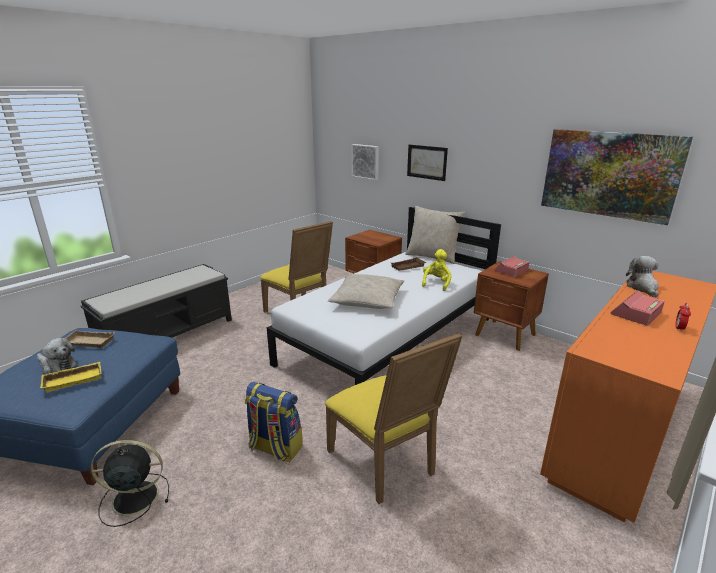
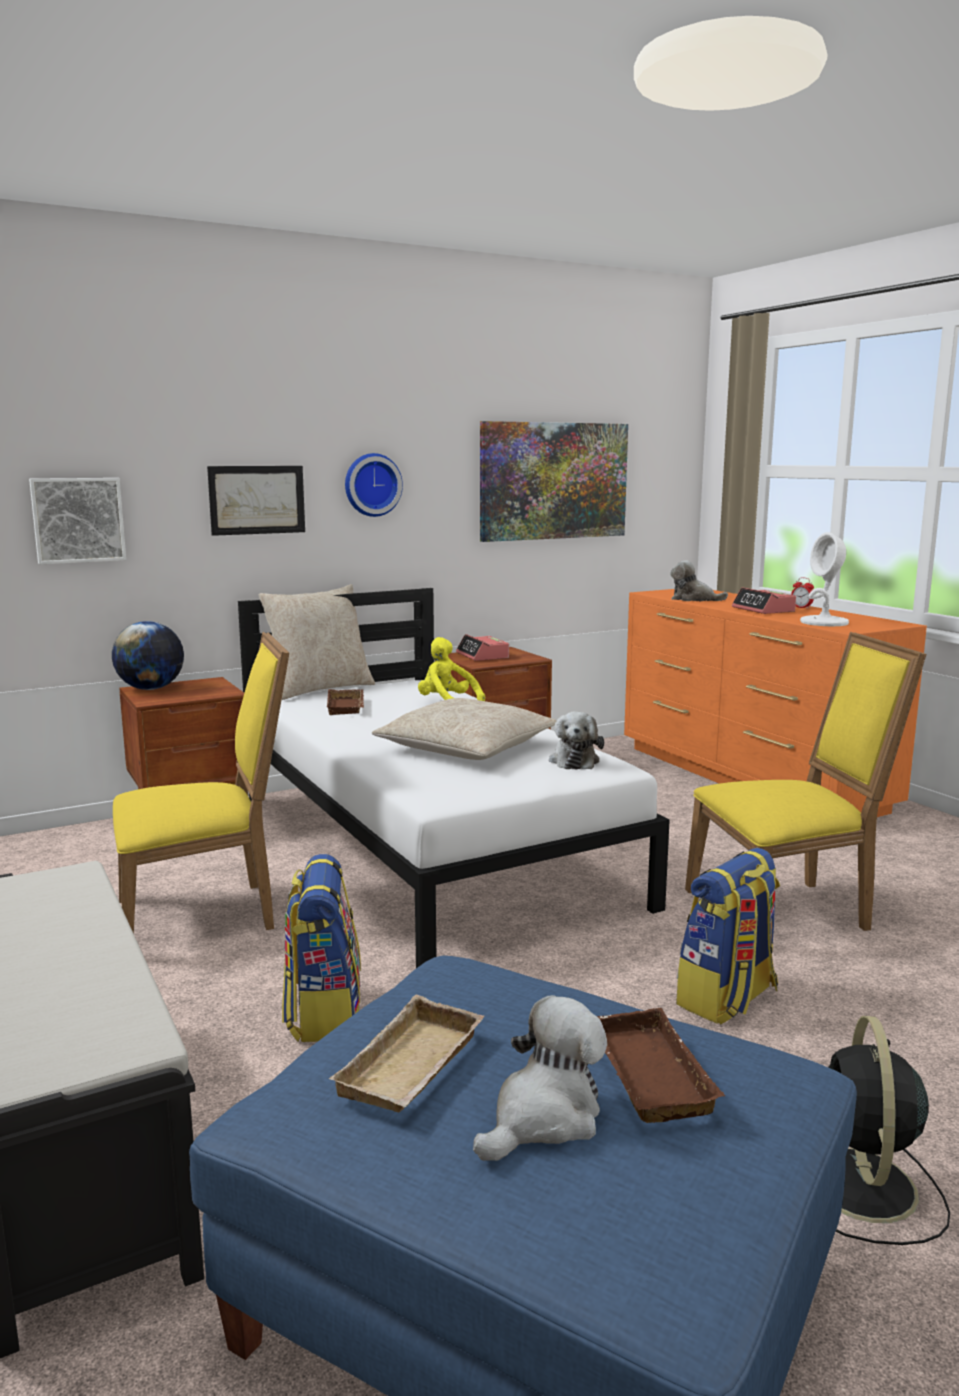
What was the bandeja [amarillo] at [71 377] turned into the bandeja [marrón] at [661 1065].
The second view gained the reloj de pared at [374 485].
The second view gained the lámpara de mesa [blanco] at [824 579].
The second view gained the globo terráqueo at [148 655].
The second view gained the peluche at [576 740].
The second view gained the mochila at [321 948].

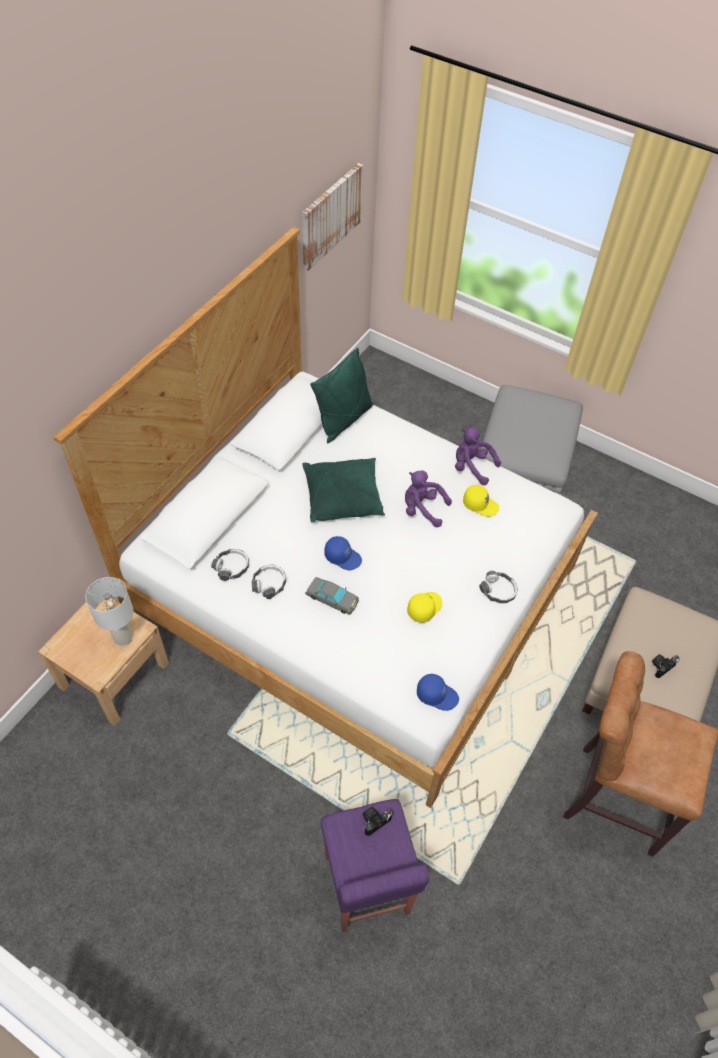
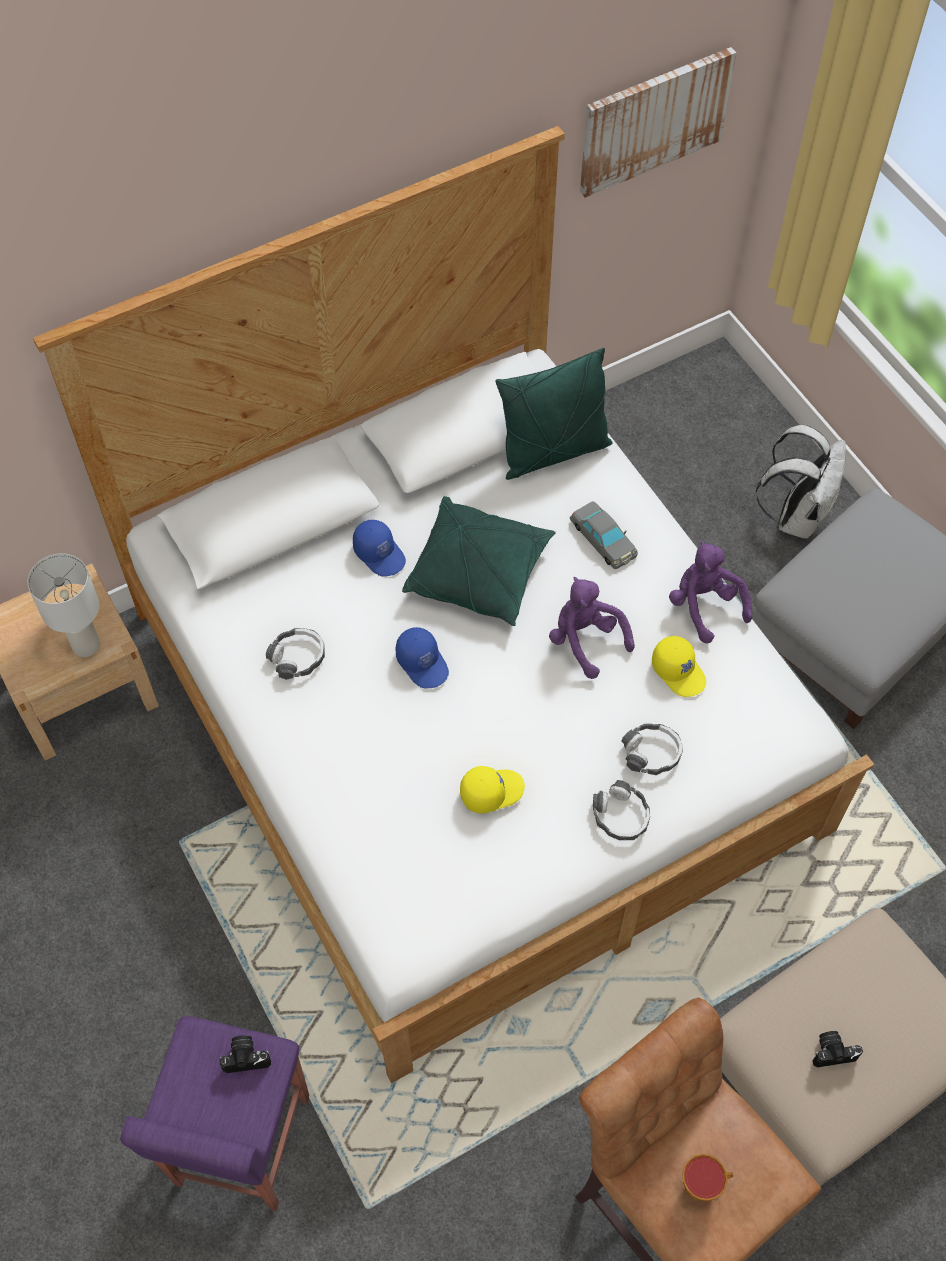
The auriculares ended up elsewhere, having gone from [230 565] to [652 749].
The coche de juguete [gris] ended up elsewhere, having gone from [332 596] to [604 535].
The gorra [azul] ended up elsewhere, having gone from [438 692] to [379 548].
The second view gained the mochila [blanco] at [801 482].
The second view gained the taza at [708 1177].

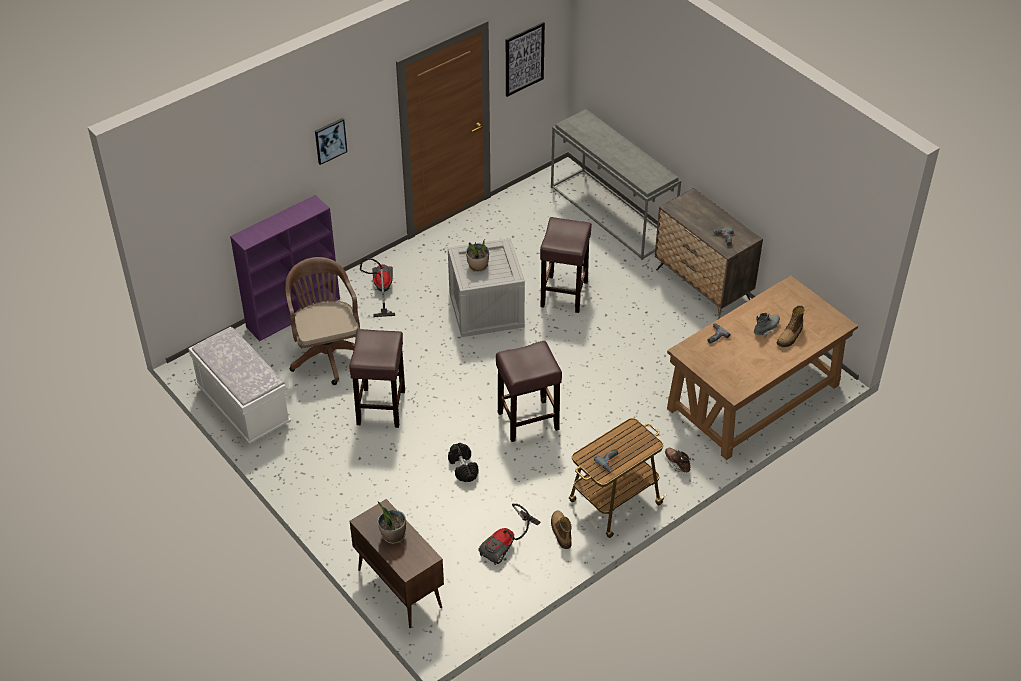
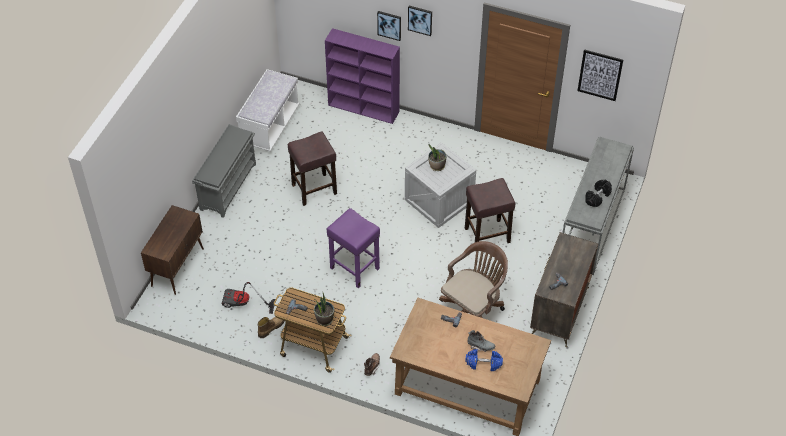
The silla de oficina [marrón] ended up elsewhere, having gone from [322 321] to [473 279].
The second view lost the aspiradora at [377 287].
Where the bota stood at [790 326], the mancuerna [azul] came to stand at [484 360].
What was the taburete [marrón] at [529 391] turned into the taburete [morado] at [353 248].
The mancuerna [negro] ended up elsewhere, having gone from [463 462] to [598 193].
The planta en maceta ended up elsewhere, having gone from [392 522] to [324 308].
The second view gained the cuadro at [389 26].
The second view gained the zapatero [gris] at [224 171].

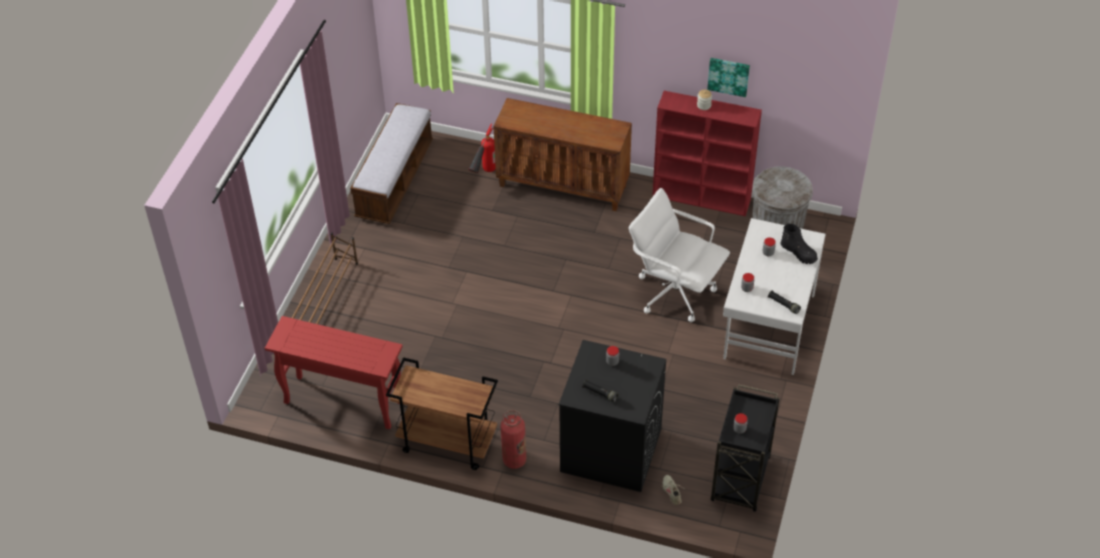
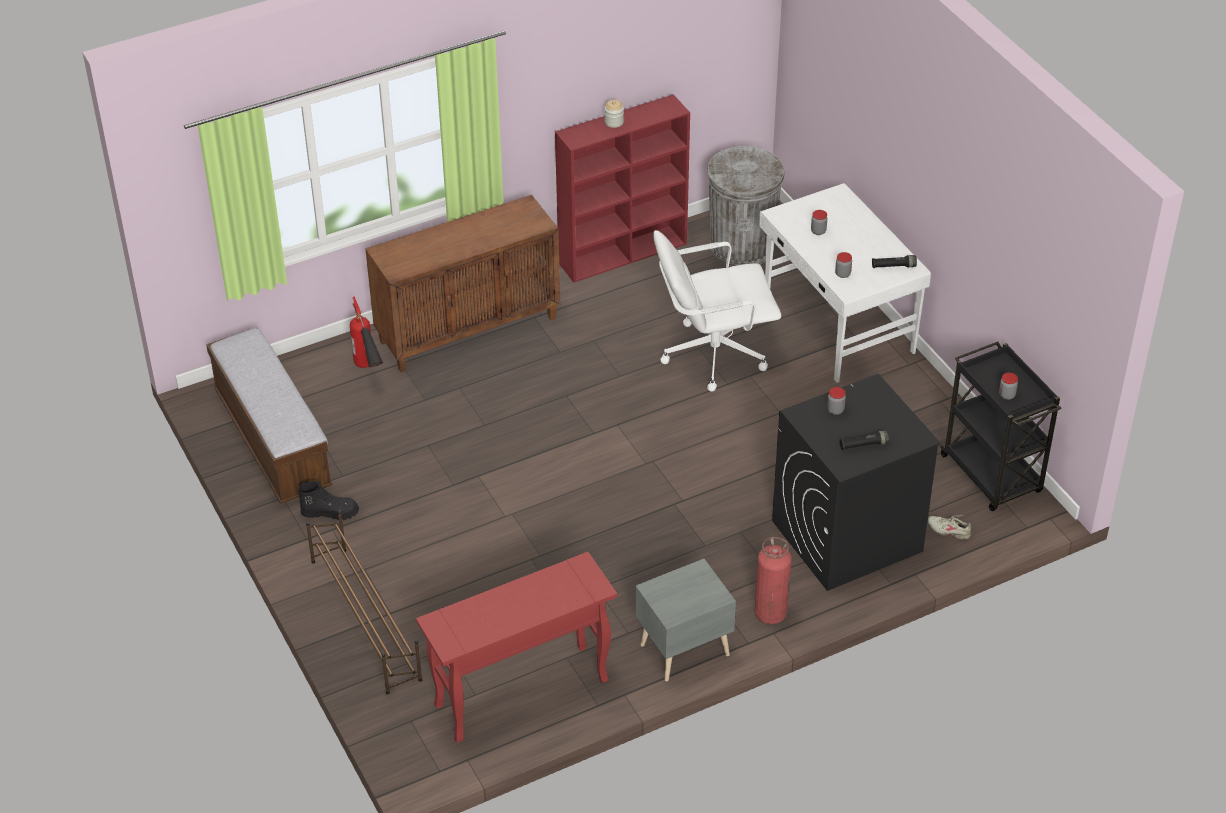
The second view lost the cuadro at [728 77].
The bota [negro] ended up elsewhere, having gone from [799 244] to [328 501].
Where the carrito [marrón] stood at [442 413], the mesita de noche [gris] came to stand at [685 620].

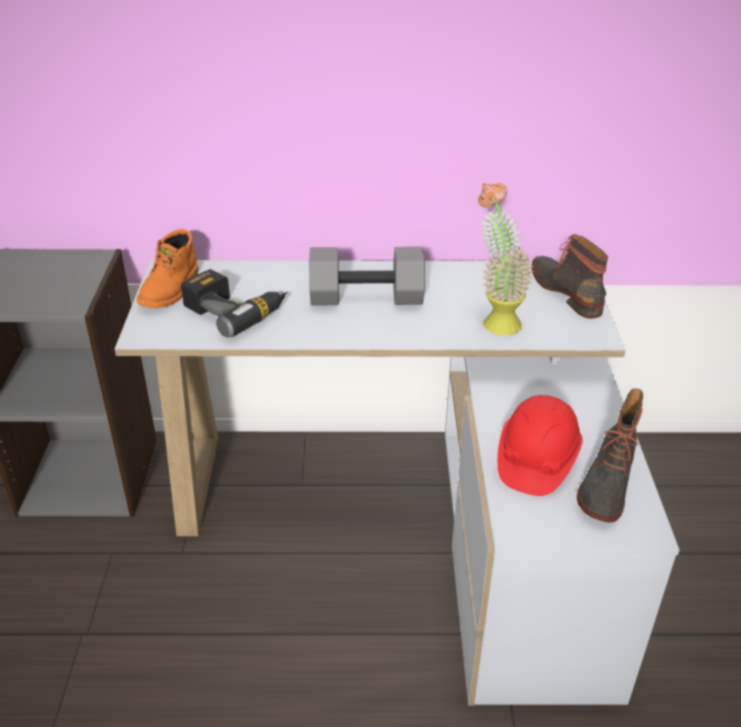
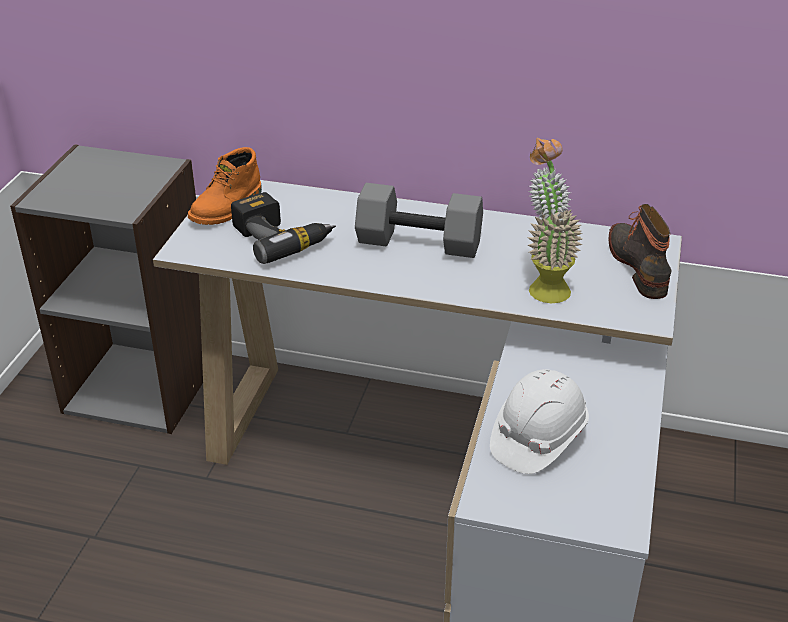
The second view lost the bota at [610 456].
What was the casco [rojo] at [540 445] turned into the casco [blanco] at [539 421].

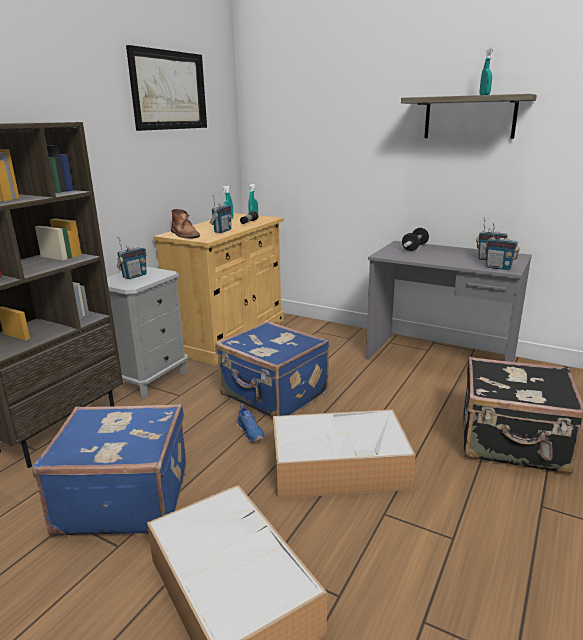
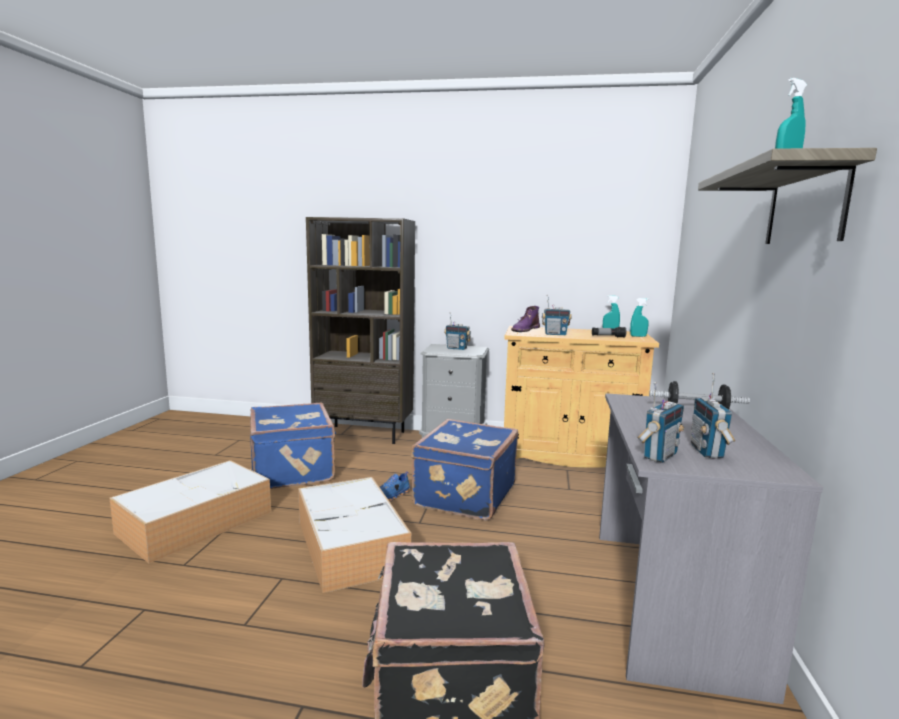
The second view lost the cuadro at [166 88].
What was the bota [marrón] at [185 224] turned into the bota [morado] at [525 319].
The radio at [502 246] ended up facing another way, 150 degrees counterclockwise from before.

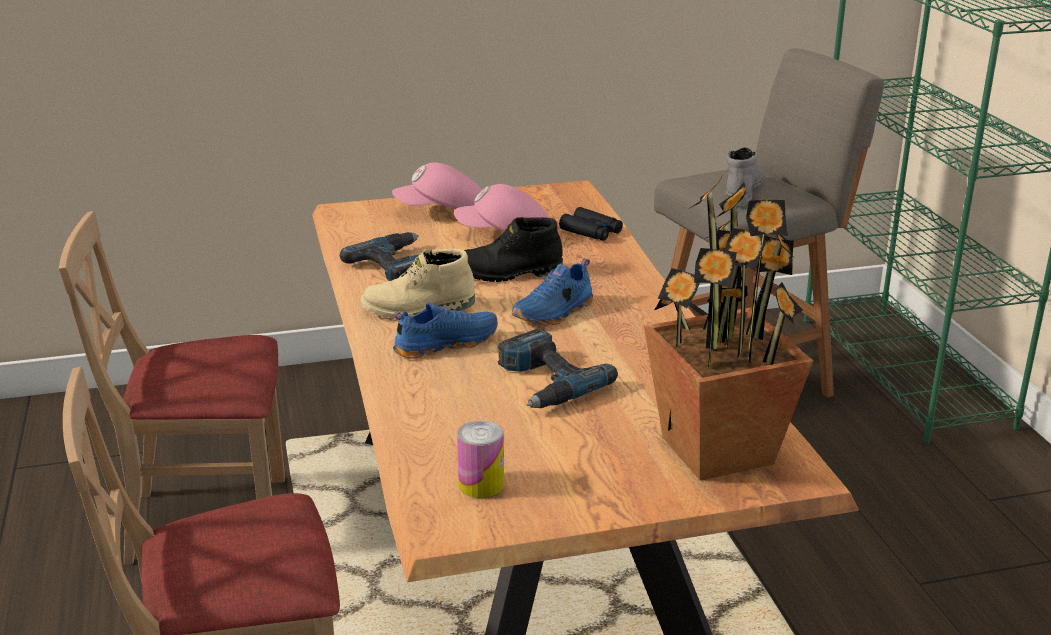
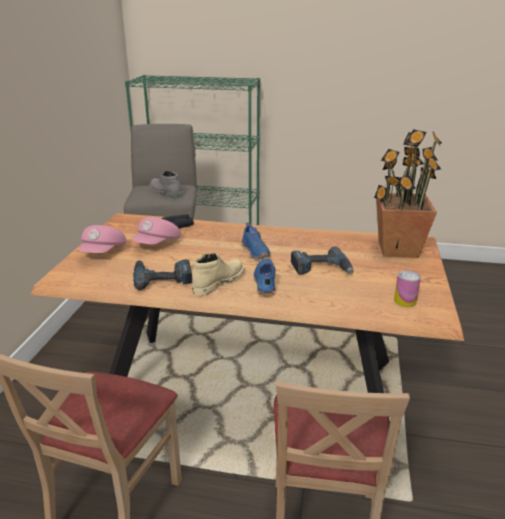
The second view lost the bota [negro] at [513 249].
The bota [beis] at [417 284] ended up facing another way, 150 degrees counterclockwise from before.

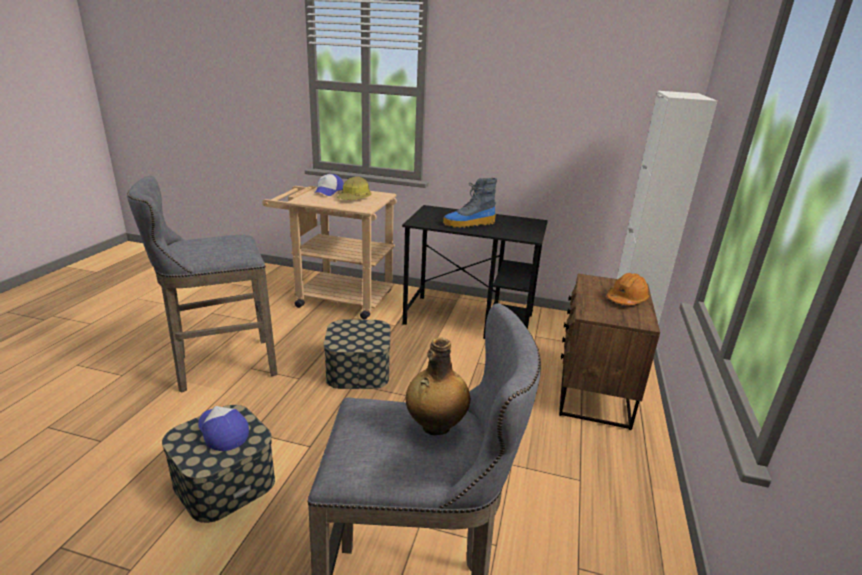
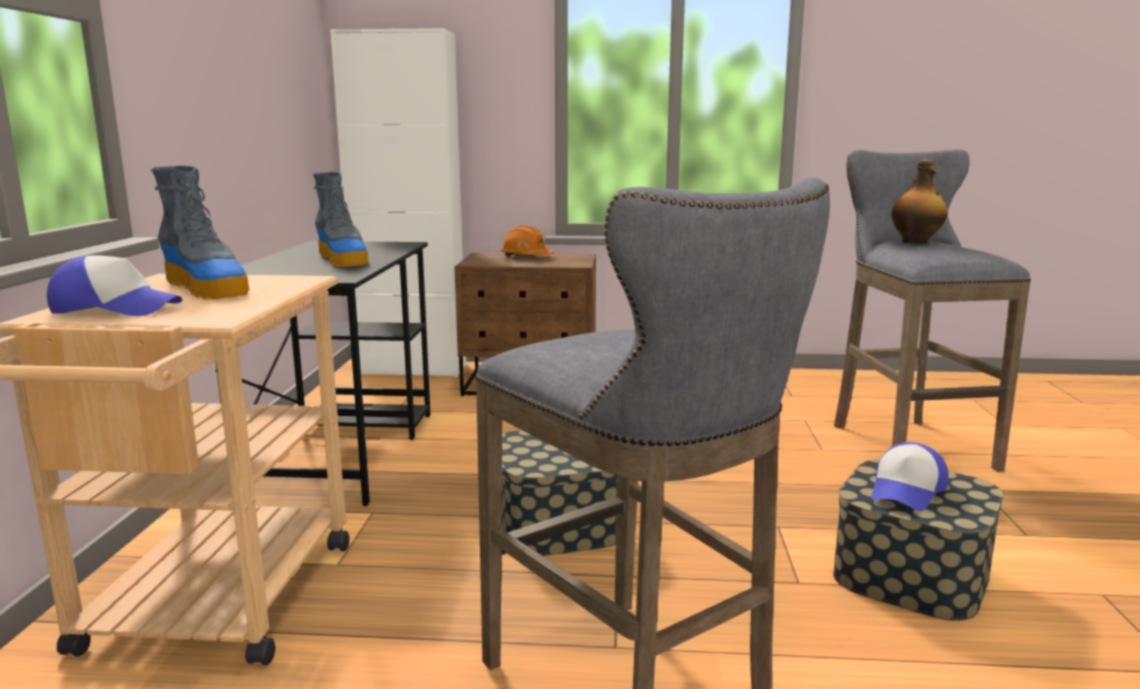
Where the casco stood at [354 188], the bota came to stand at [200 233].

